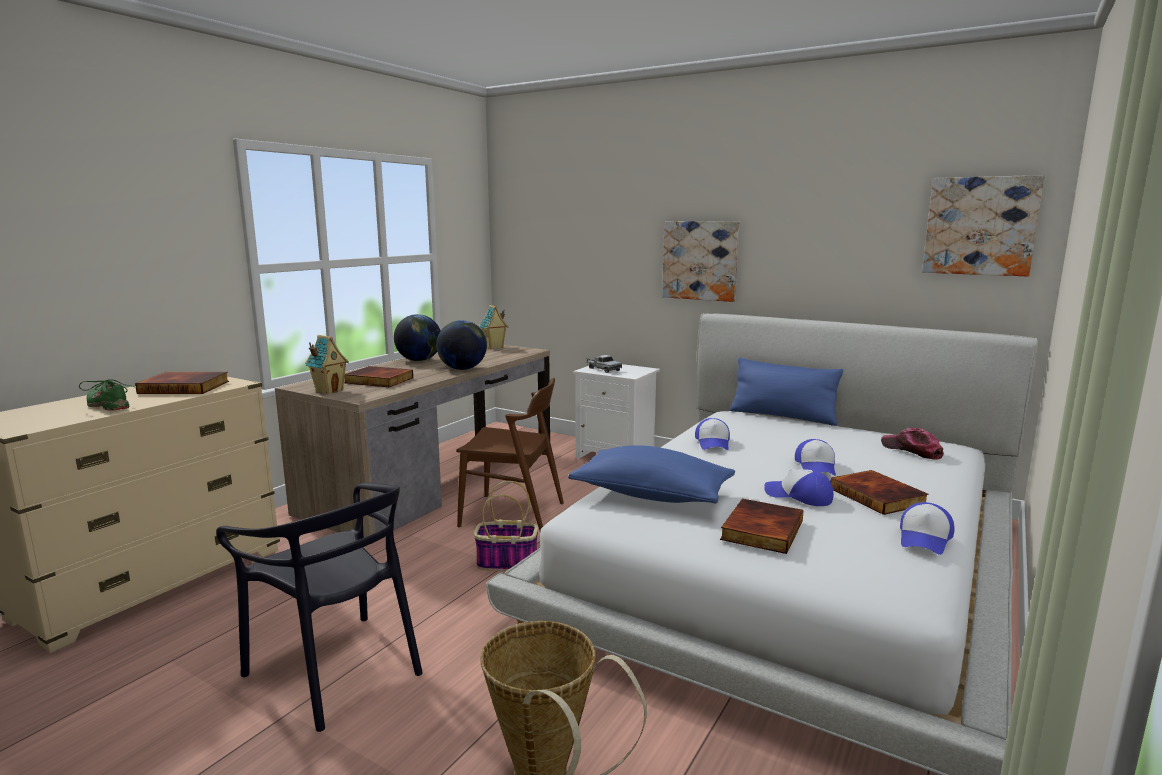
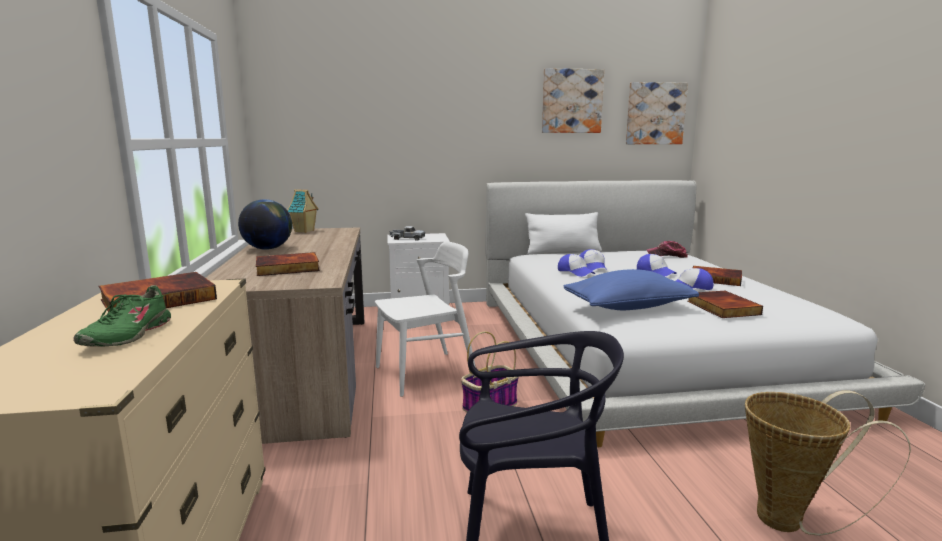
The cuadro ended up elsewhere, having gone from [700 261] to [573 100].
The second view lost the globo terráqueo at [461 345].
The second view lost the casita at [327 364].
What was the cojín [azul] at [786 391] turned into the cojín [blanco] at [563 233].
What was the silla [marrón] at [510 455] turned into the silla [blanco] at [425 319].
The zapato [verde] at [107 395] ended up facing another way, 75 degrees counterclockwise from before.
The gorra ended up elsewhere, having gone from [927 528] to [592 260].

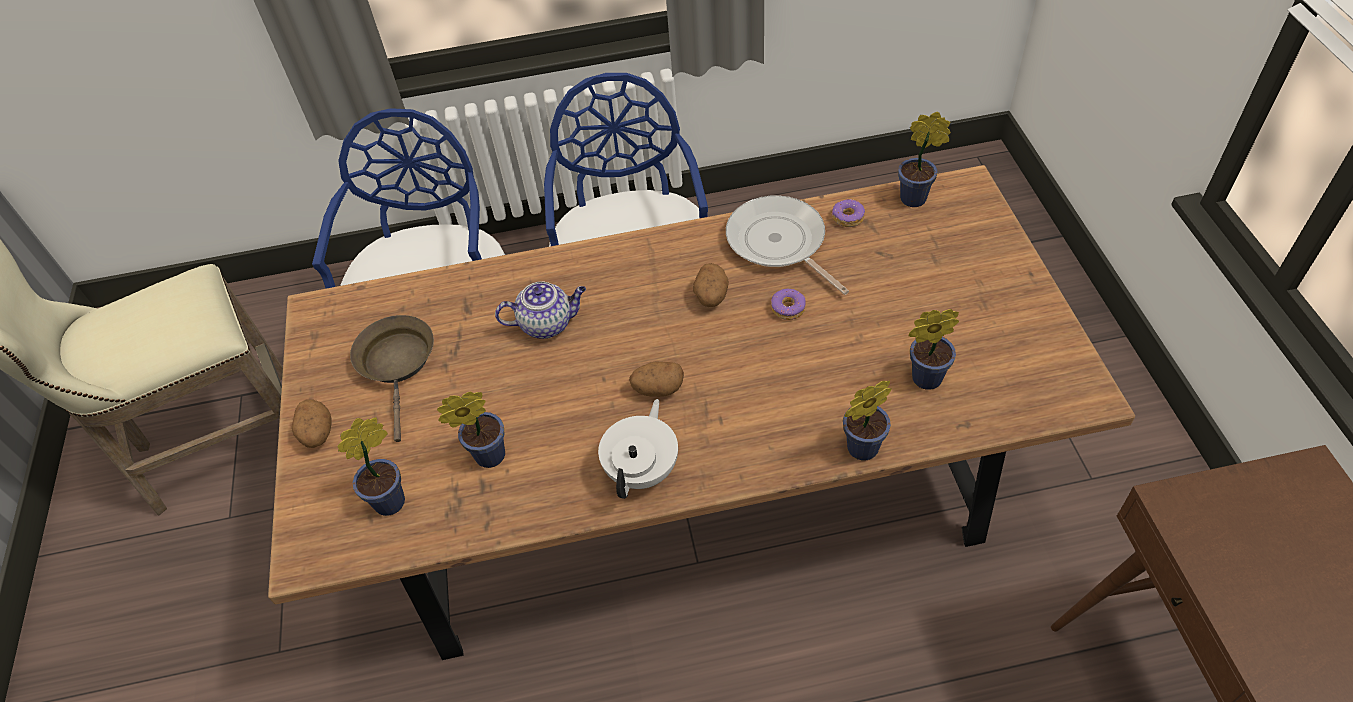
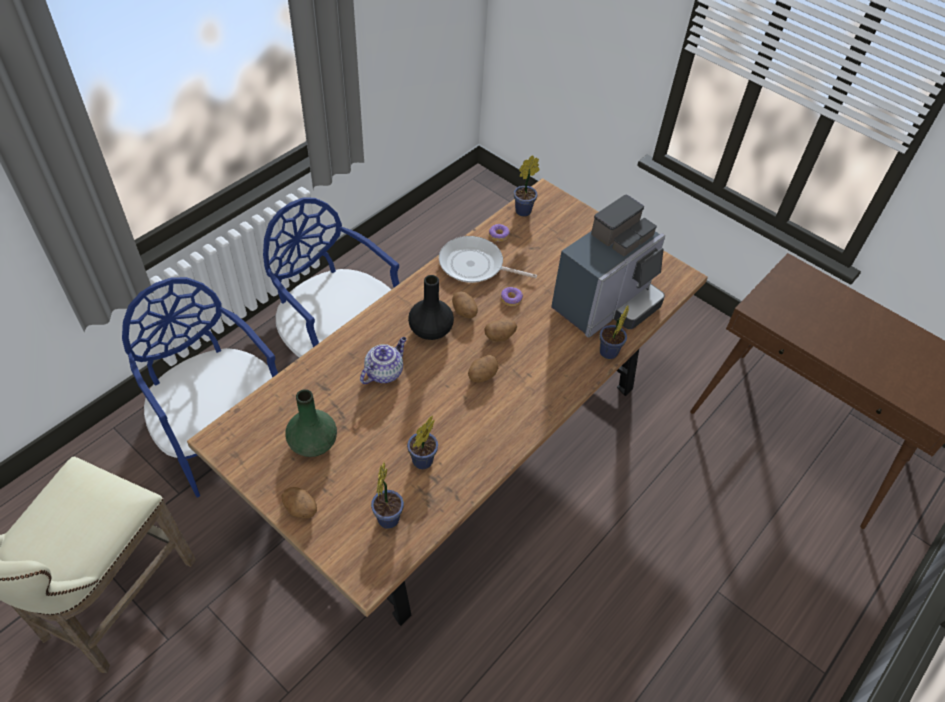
Where the planta en maceta stood at [934 349], the cafetera came to stand at [608 266].
Where the sartén [marrón] stood at [392 378], the florero [verde] came to stand at [311 423].
The second view lost the tetera [blanco] at [638 449].
The second view gained the florero [negro] at [431 307].
The second view gained the patata at [500 331].

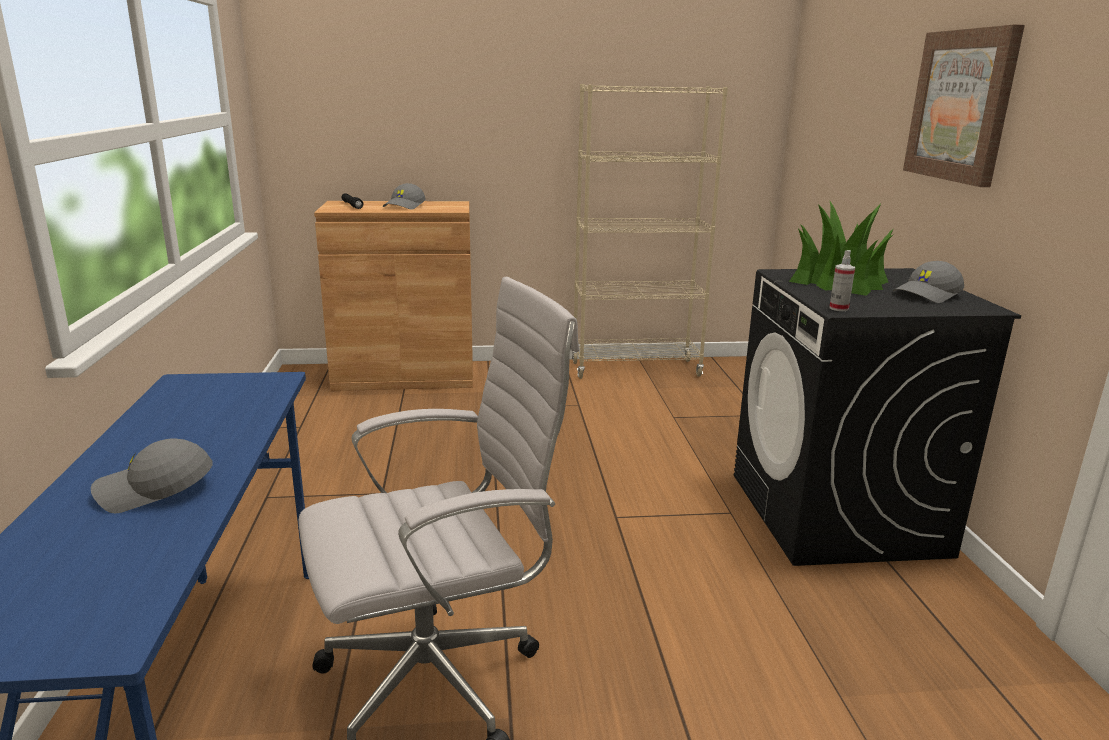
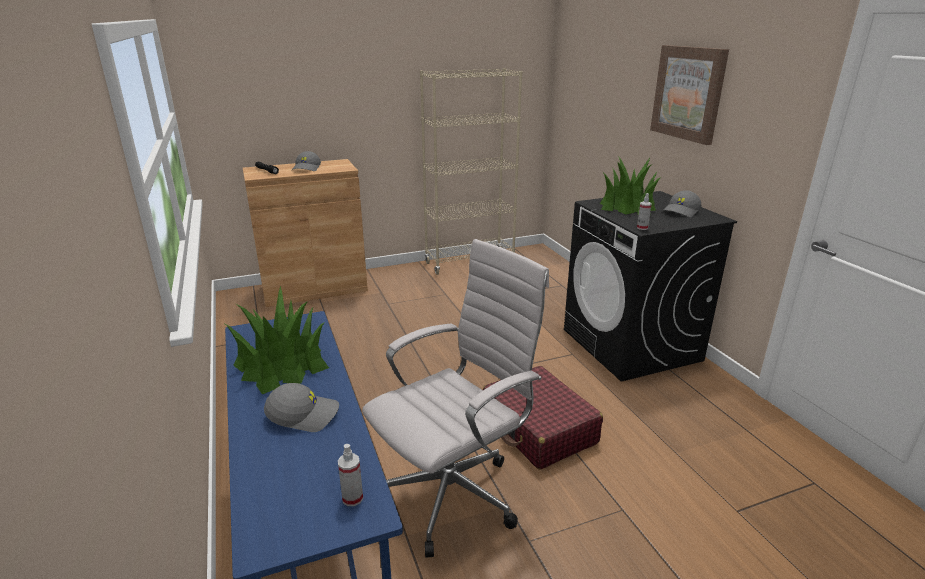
The gorra [gris] at [152 475] ended up facing another way, 150 degrees counterclockwise from before.
The second view gained the planta en maceta at [277 340].
The second view gained the maleta [rojo] at [543 418].
The second view gained the pulverizador at [350 475].

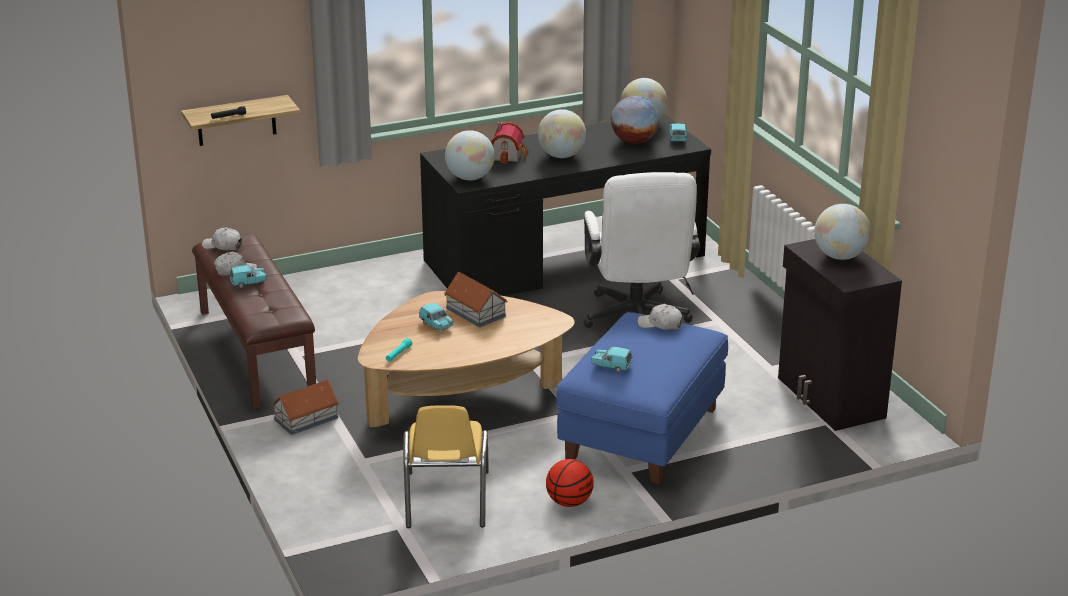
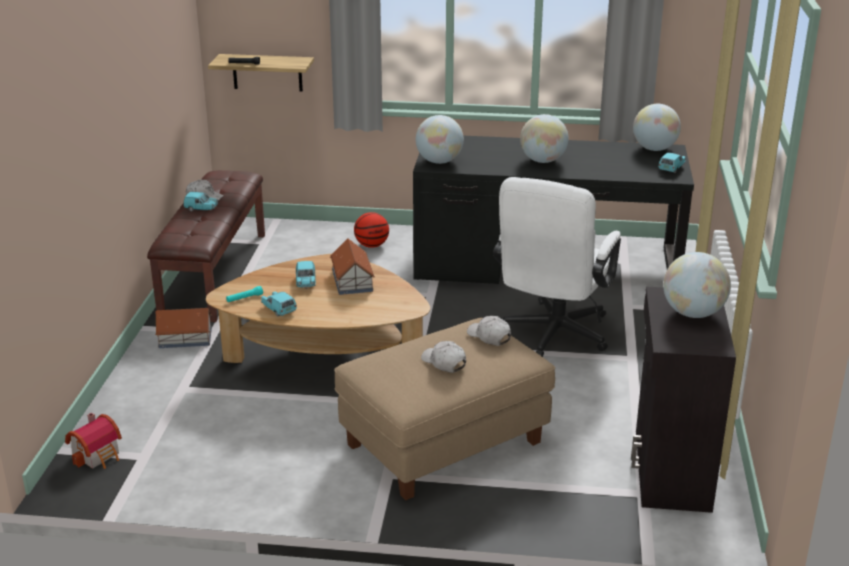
The second view lost the globo terráqueo at [635 120].
The casita ended up elsewhere, having gone from [510 143] to [93 440].
The gorra [blanco] ended up elsewhere, having gone from [222 239] to [443 357].
What was the puf [azul] at [642 398] turned into the puf [beis] at [444 409].
The coche de juguete [turquesa] ended up elsewhere, having gone from [612 359] to [279 304].
The second view lost the silla [amarillo] at [446 466].
The balón de baloncesto ended up elsewhere, having gone from [570 483] to [371 230].

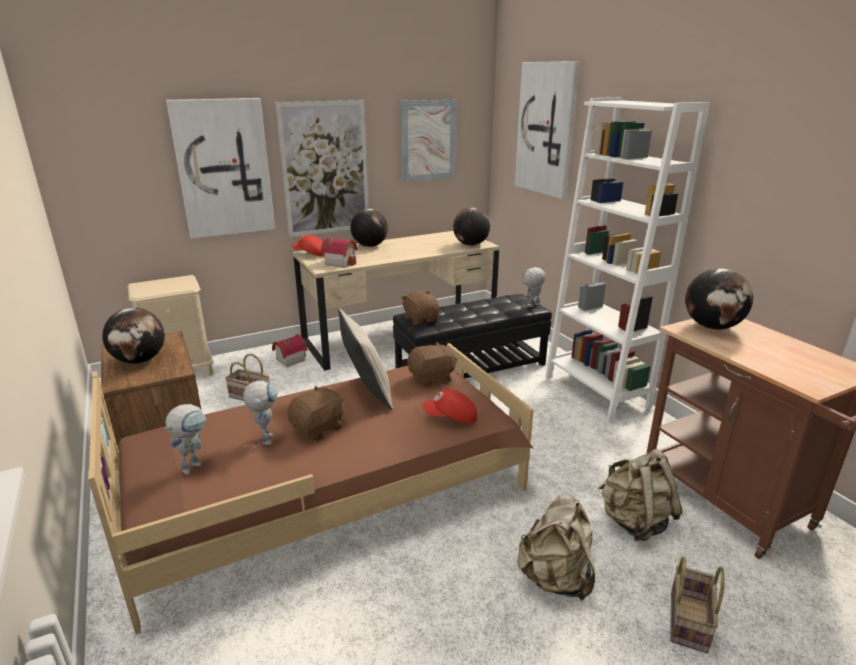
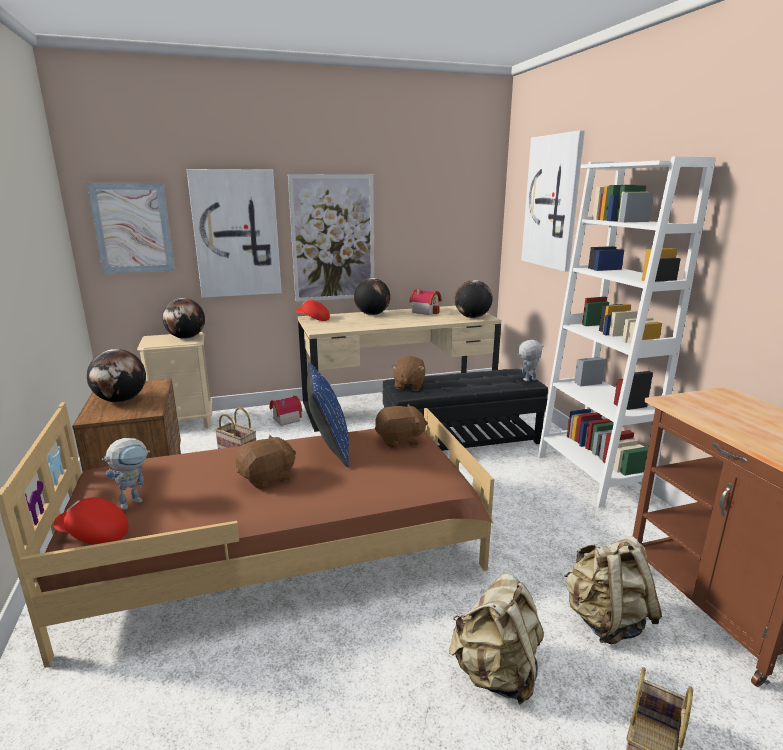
The cuadro ended up elsewhere, having gone from [428 141] to [131 228].
The casita ended up elsewhere, having gone from [339 252] to [426 301].
The globo terráqueo ended up elsewhere, having gone from [719 299] to [183 318].
The peluche [marrón] at [420 308] ended up facing another way, 150 degrees counterclockwise from before.
What was the cojín [beis] at [365 359] turned into the cojín [azul] at [328 414].
The second view lost the robot de juguete at [260 412].
The gorra [rojo] ended up elsewhere, having gone from [449 406] to [91 521].

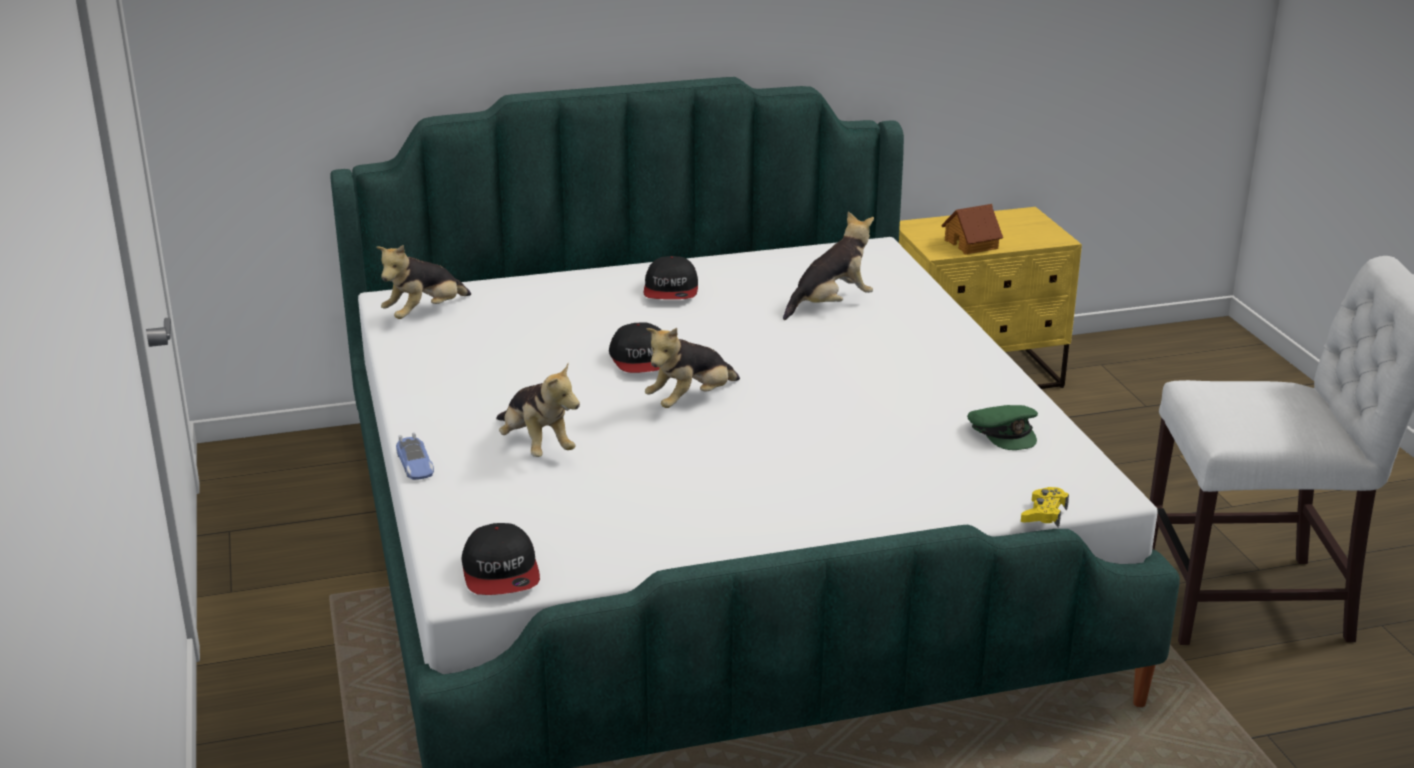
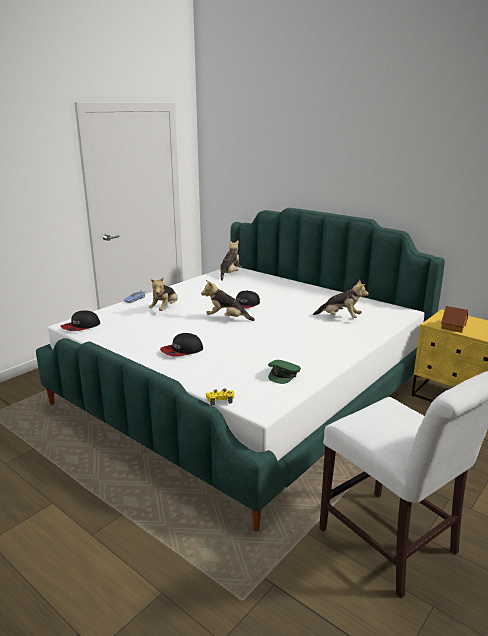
The peluche at [423 282] ended up facing another way, 105 degrees clockwise from before.
The gorra ended up elsewhere, having gone from [671 277] to [181 344].

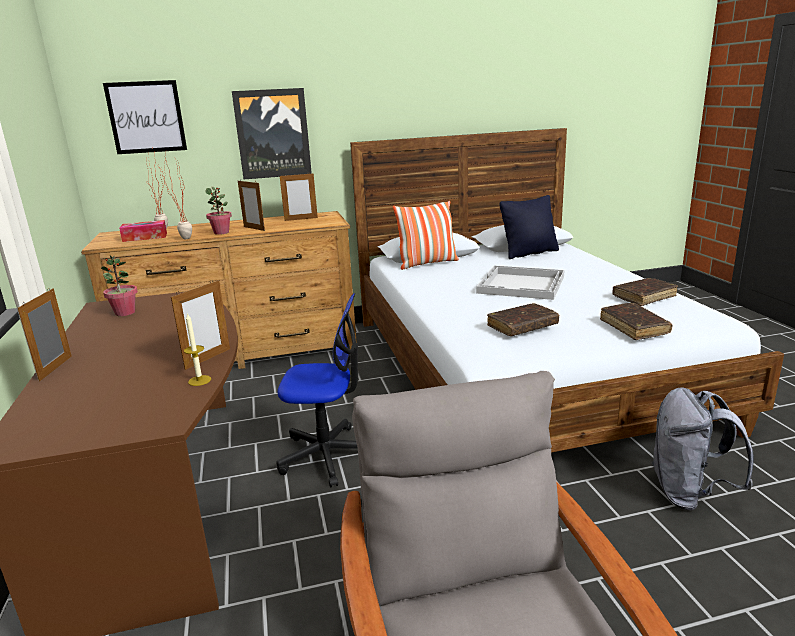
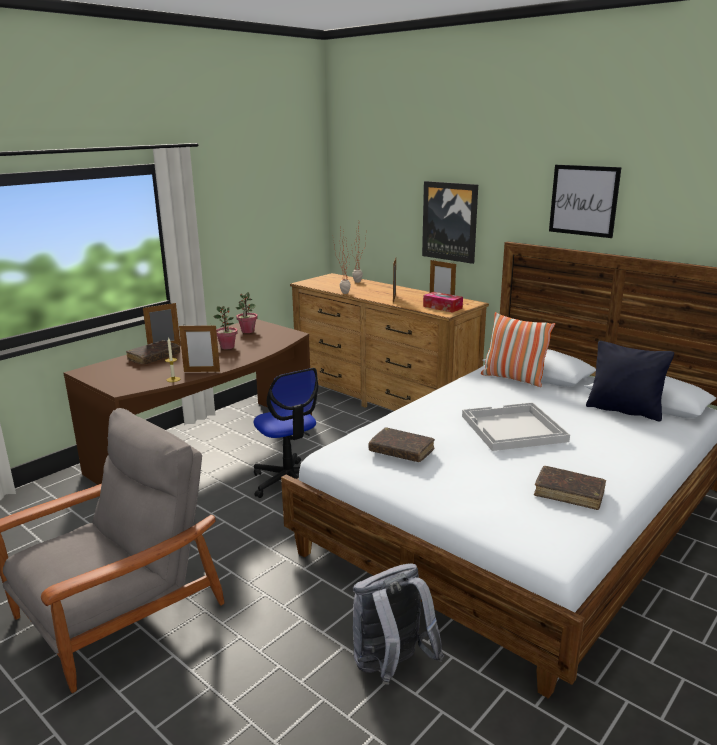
The cuadro ended up elsewhere, having gone from [145 117] to [585 201].
The planta en maceta ended up elsewhere, having gone from [219 211] to [225 327].
The caja de pañuelos ended up elsewhere, having gone from [143 231] to [443 302].
The libro [marrón] ended up elsewhere, having gone from [636 321] to [153 352].

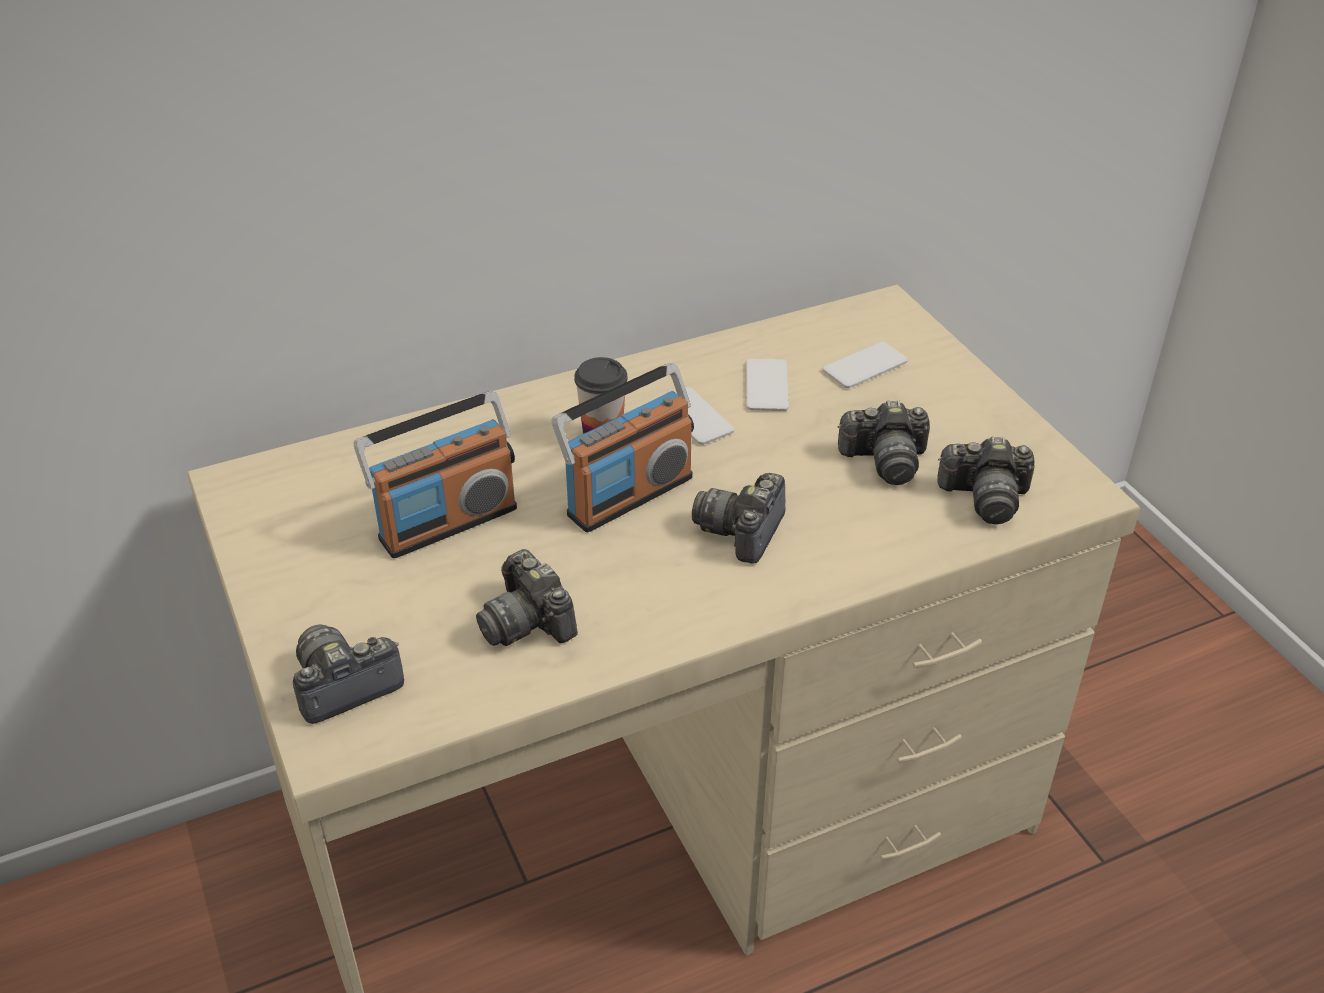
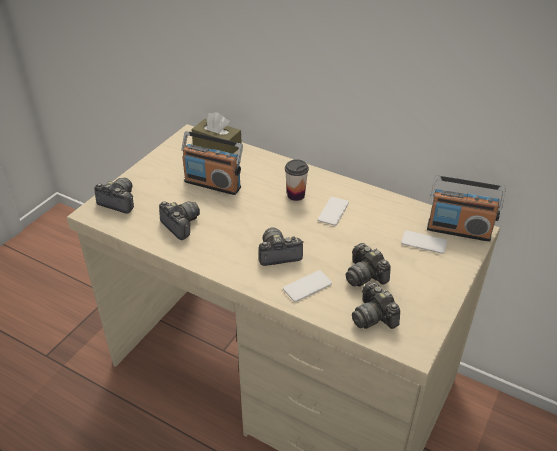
The móvil ended up elsewhere, having gone from [767 385] to [307 286].
The radio ended up elsewhere, having gone from [623 448] to [466 208].
The cámara at [527 597] ended up facing another way, 120 degrees clockwise from before.
The second view gained the caja de pañuelos [marrón] at [216 133].

